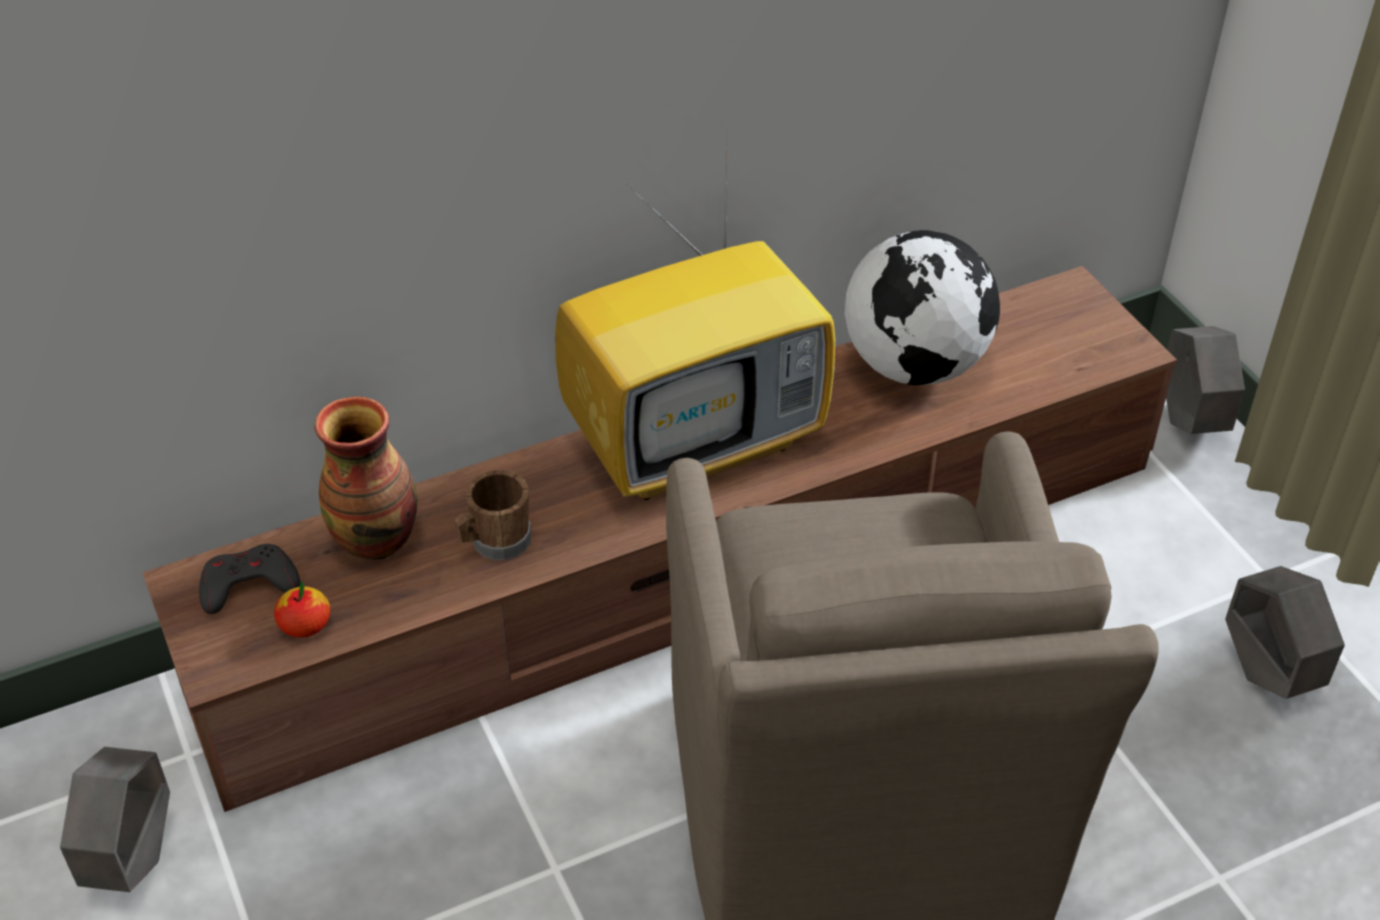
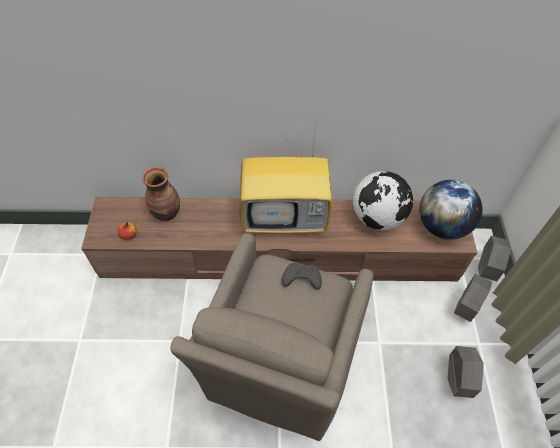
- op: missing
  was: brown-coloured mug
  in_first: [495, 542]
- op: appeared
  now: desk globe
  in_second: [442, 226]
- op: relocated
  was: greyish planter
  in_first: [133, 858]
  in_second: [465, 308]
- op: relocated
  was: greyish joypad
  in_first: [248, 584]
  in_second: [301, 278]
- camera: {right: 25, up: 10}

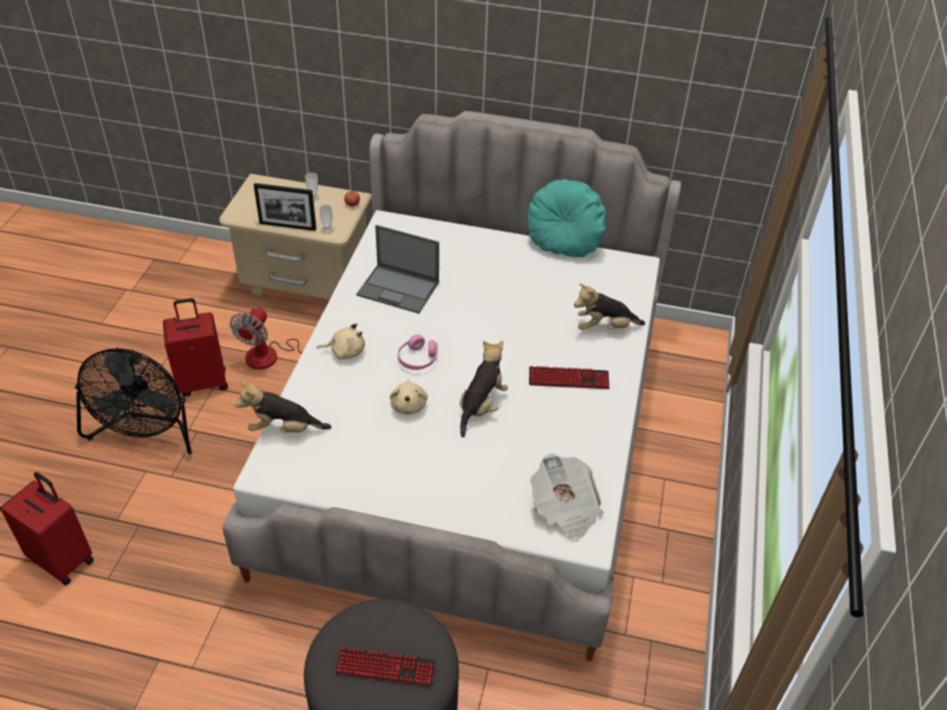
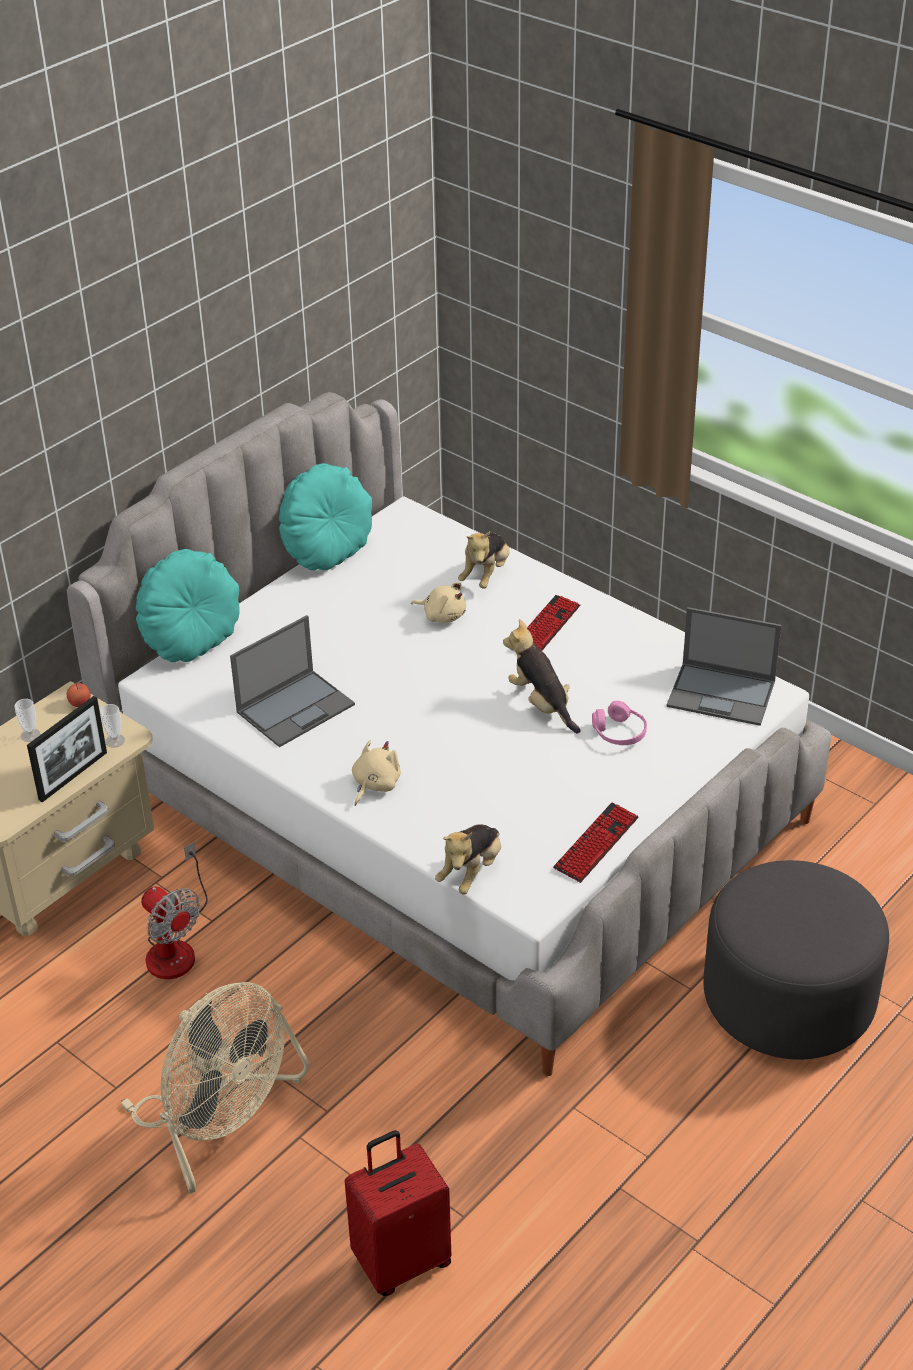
- op: missing
  was: reddish piece of luggage
  in_first: [203, 382]
- op: appeared
  now: blue-green throw pillow
  in_second: [193, 644]
- op: relocated
  was: computer keyboard
  in_first: [385, 668]
  in_second: [596, 843]
- op: relocated
  was: sand-coloured cuddly toy
  in_first: [409, 405]
  in_second: [442, 615]
- op: relocated
  was: pink headset
  in_first: [417, 359]
  in_second: [619, 733]
- op: exchanged
  was: newspaper
  now: laptop
  in_first: [565, 509]
  in_second: [722, 694]
- op: colour
  was: blackish fan
  now: sand-coloured fan
  in_first: [144, 429]
  in_second: [216, 1122]
- camera: {right: -60, up: -5}

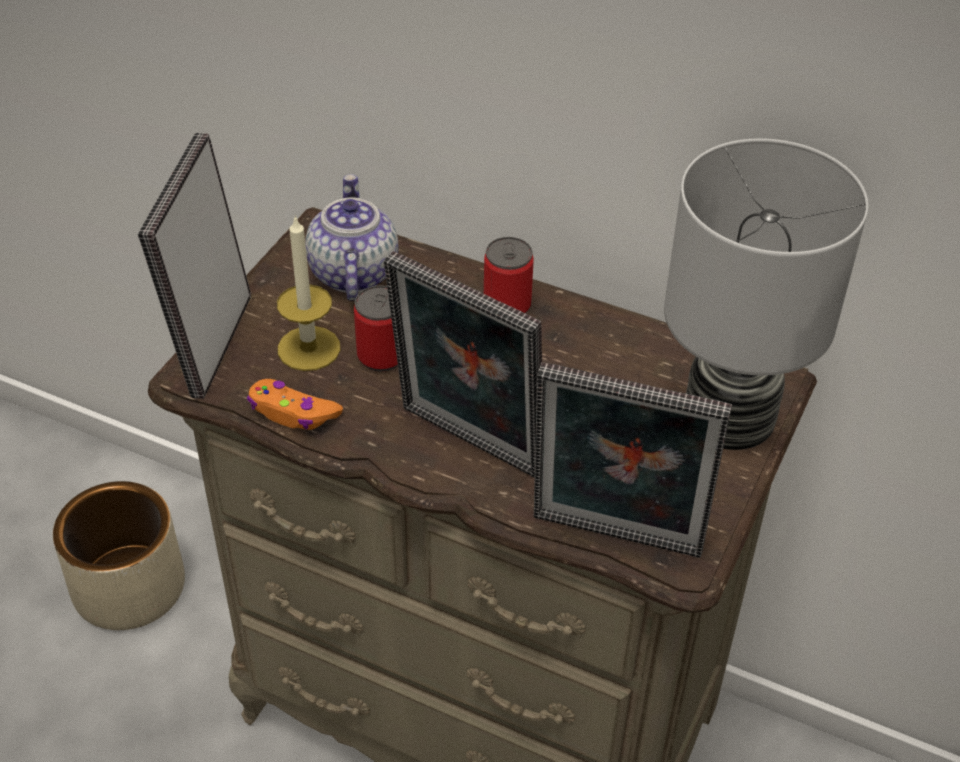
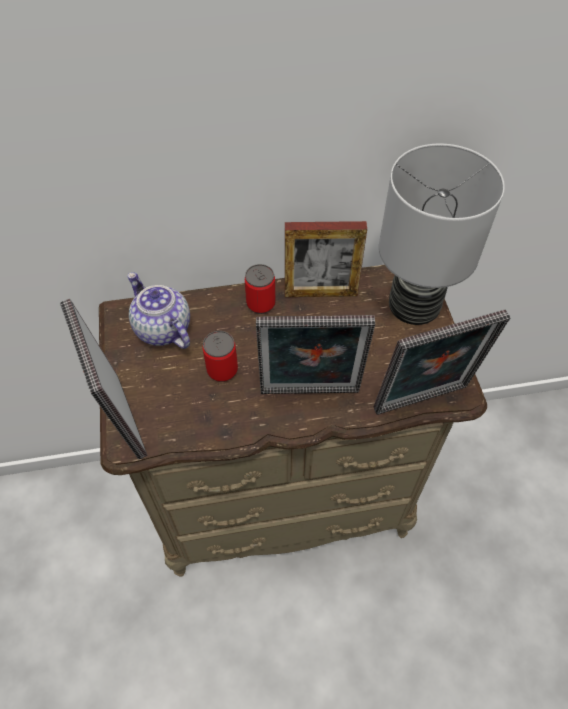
- op: missing
  was: sand-coloured planter
  in_first: [128, 586]
- op: missing
  was: orange-coloured joypad
  in_first: [292, 412]
- op: missing
  was: wax candle
  in_first: [309, 348]
- op: appeared
  now: standing frame
  in_second: [320, 293]
- camera: {right: -35, up: 10}

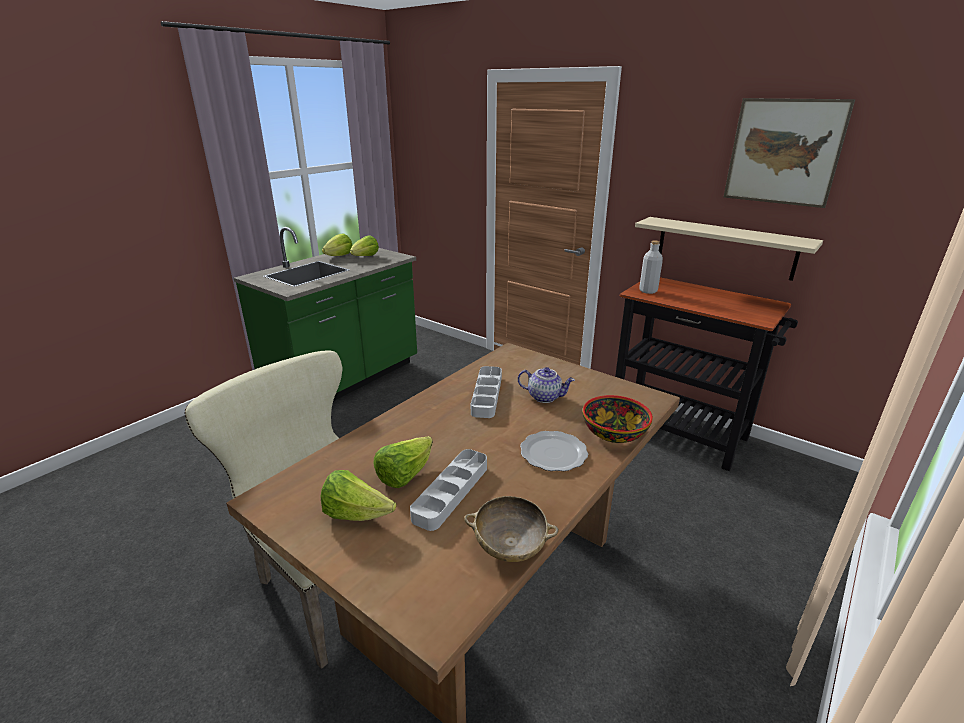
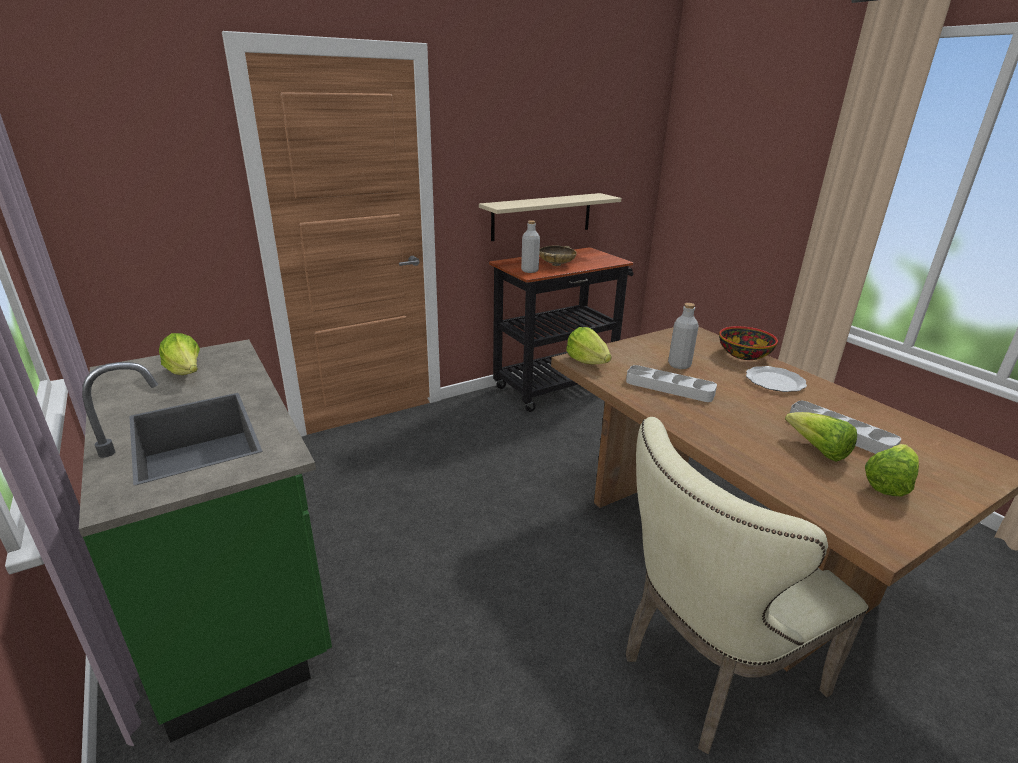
- op: missing
  was: wall art
  in_first: [784, 152]
- op: relocated
  was: lettuce
  in_first: [339, 256]
  in_second: [587, 361]
- op: relocated
  was: sand-coloured bowl
  in_first: [510, 546]
  in_second: [556, 265]
- op: exchanged
  was: tea pot
  now: greyish beverage bottle
  in_first: [545, 397]
  in_second: [679, 365]
- camera: {right: -70, up: 0}

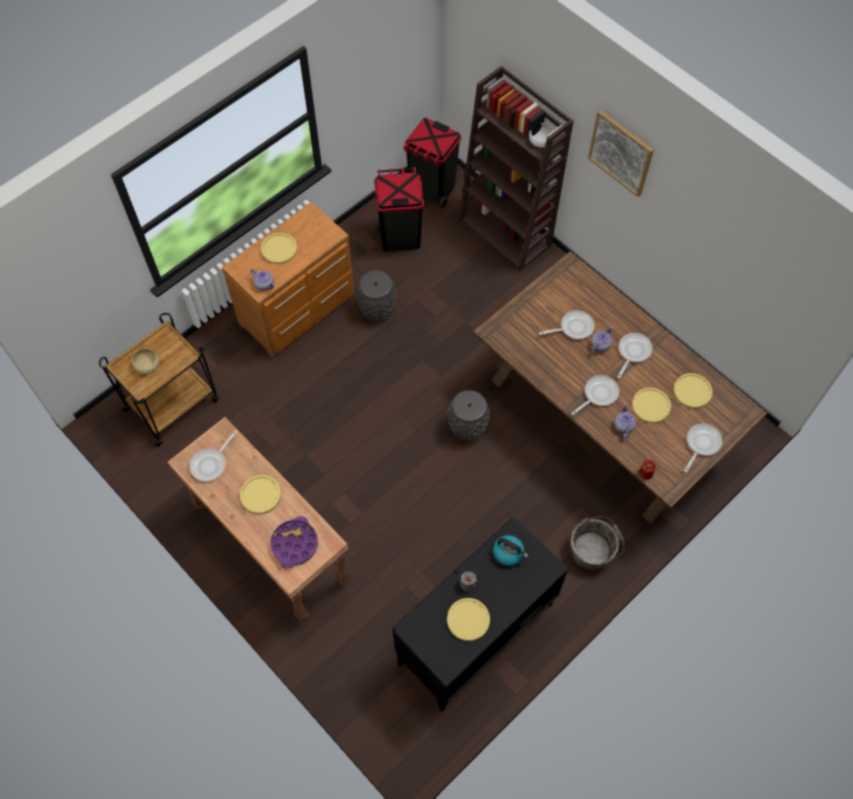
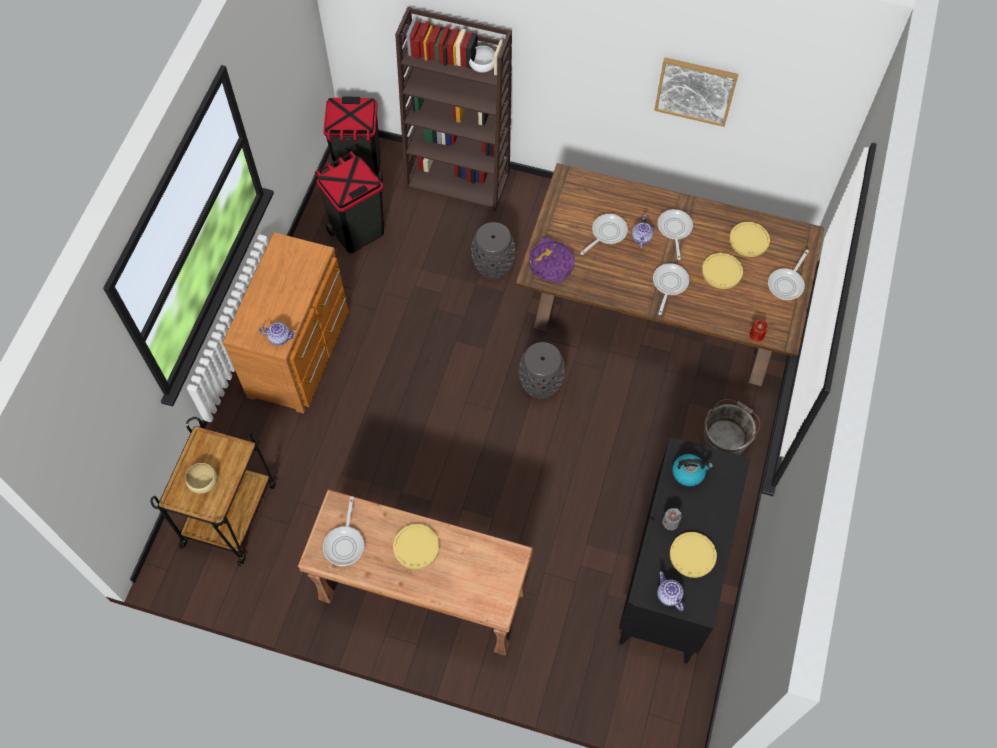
- op: missing
  was: yellowish dinner plate
  in_first: [279, 249]
- op: relocated
  was: purplish tray
  in_first: [294, 544]
  in_second: [551, 263]
- op: relocated
  was: greyish sitting stool
  in_first: [377, 309]
  in_second: [493, 265]
- op: relocated
  was: wall art
  in_first: [621, 152]
  in_second: [695, 90]
- op: relocated
  was: tea pot
  in_first: [623, 426]
  in_second: [669, 596]
- op: spun
  was: skillet
  in_first: [701, 444]
  in_second: [787, 284]
  clockwise: -150
- camera: {right: -30, up: 0}

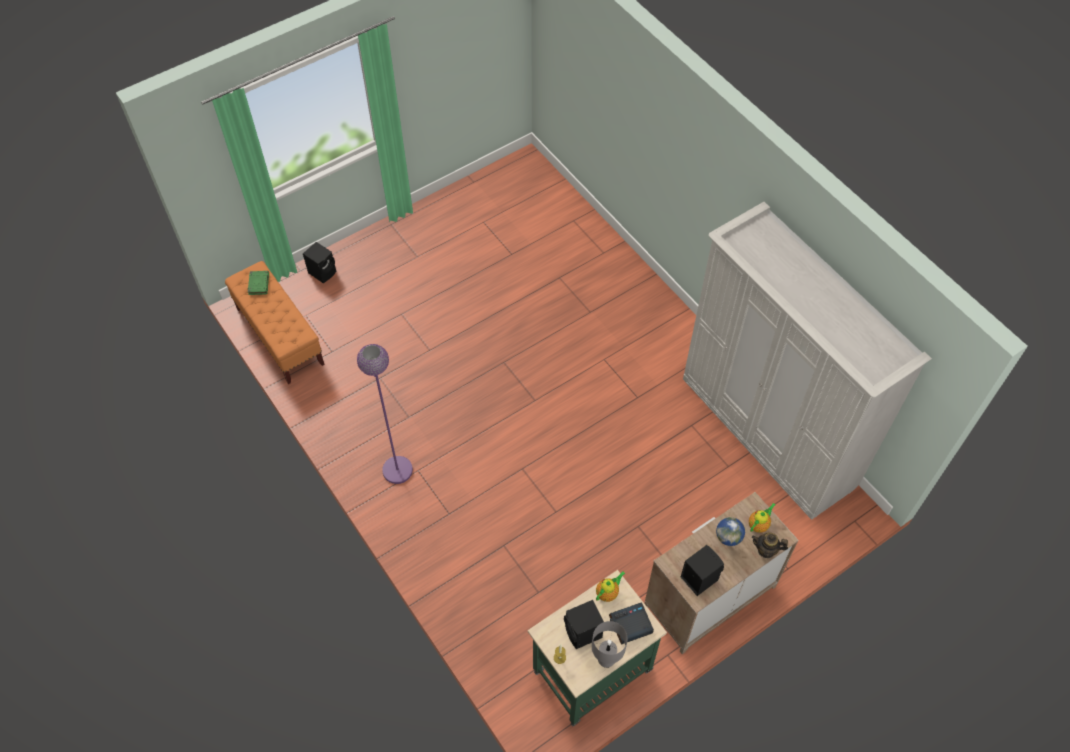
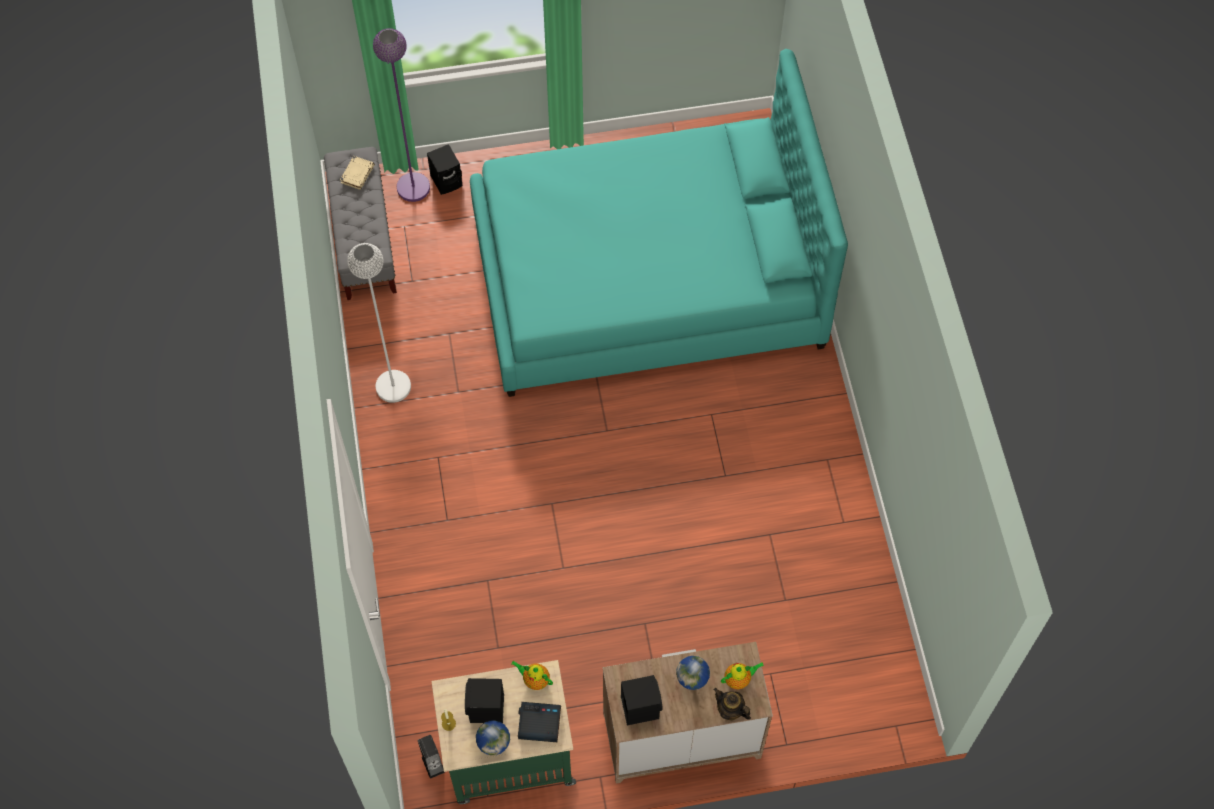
- op: missing
  was: white clothes cupboard
  in_first: [767, 432]
- op: appeared
  now: white standard lamp
  in_second: [393, 387]
- op: appeared
  now: loudspeaker
  in_second: [433, 764]
- op: appeared
  now: blue-green bed
  in_second: [647, 278]
- op: relocated
  was: purplish standard lamp
  in_first: [398, 470]
  in_second: [413, 188]
- op: exchanged
  was: greyish tabletop lamp
  now: desk globe
  in_first: [606, 659]
  in_second: [494, 747]
- op: colour
  was: orange-coloured bench
  now: greyish bench
  in_first: [280, 336]
  in_second: [364, 240]
- op: colour
  was: green-coloured bound book
  now: sand-coloured bound book
  in_first: [259, 284]
  in_second: [357, 174]
- op: spun
  was: tea pot
  in_first: [608, 592]
  in_second: [534, 679]
  clockwise: -135
- camera: {right: 25, up: 5}

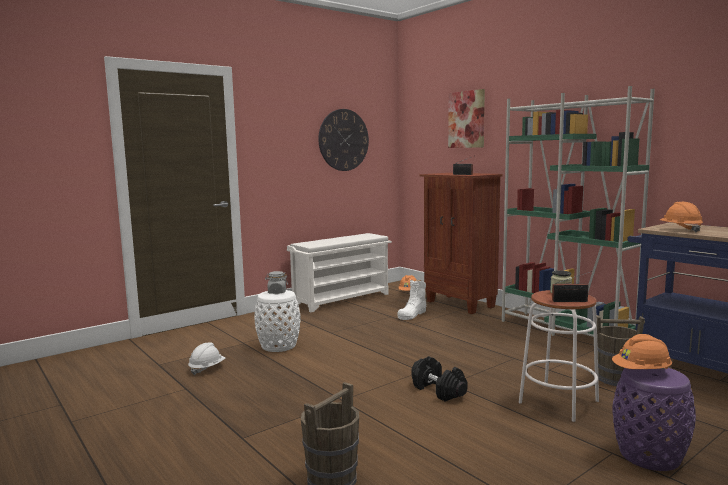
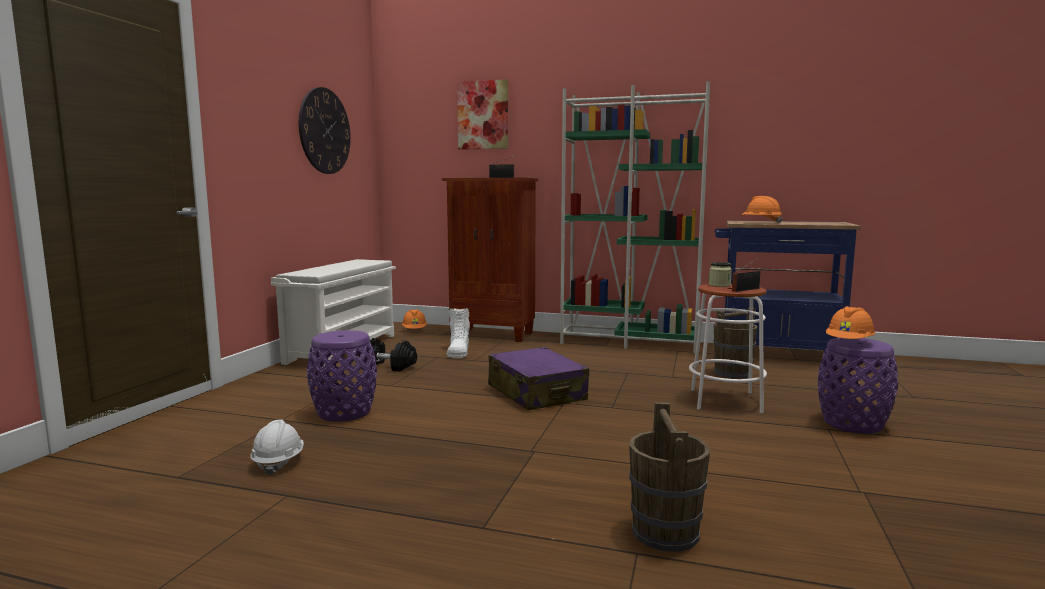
- op: missing
  was: greyish preserve jar
  in_first: [277, 292]
- op: appeared
  now: purplish piece of luggage
  in_second: [536, 393]
- op: relocated
  was: blackish hand weight
  in_first: [439, 390]
  in_second: [388, 366]
- op: colour
  was: white sitting stool
  now: purplish sitting stool
  in_first: [279, 346]
  in_second: [344, 412]
- camera: {right: -35, up: 0}

